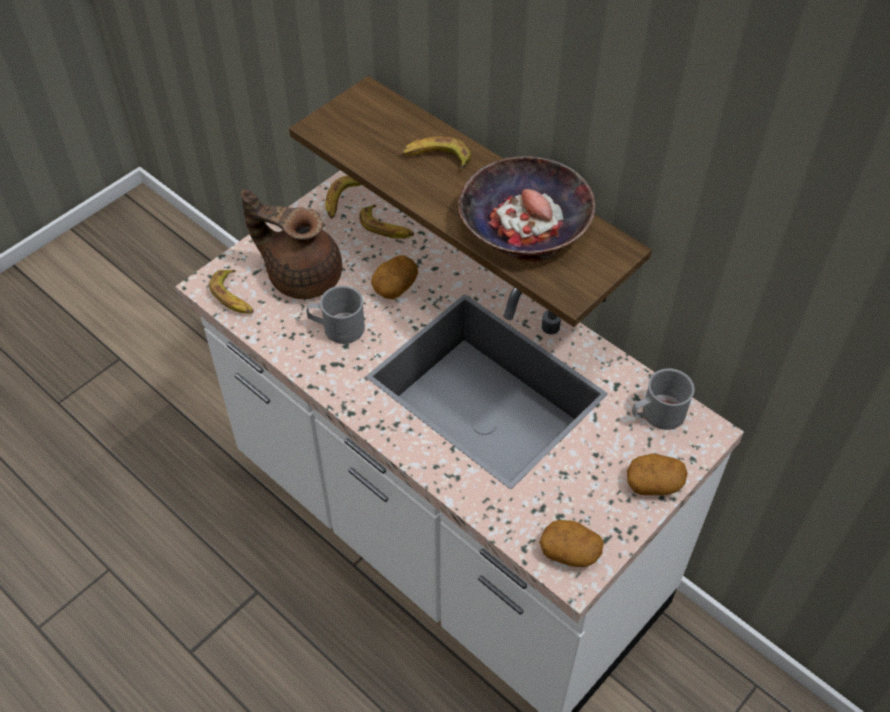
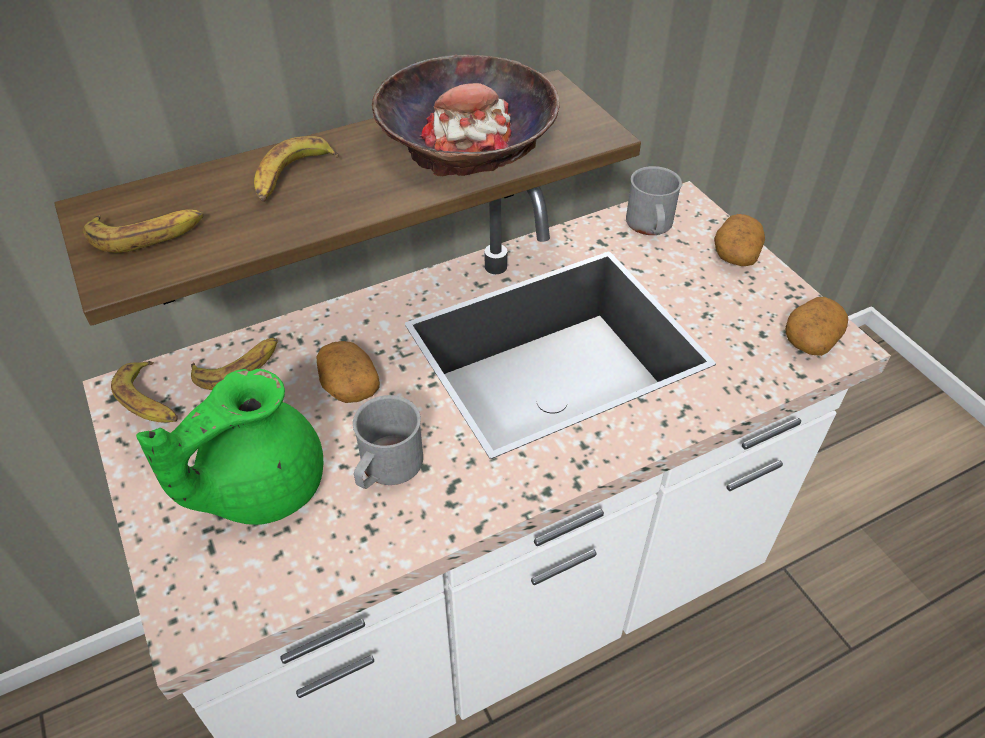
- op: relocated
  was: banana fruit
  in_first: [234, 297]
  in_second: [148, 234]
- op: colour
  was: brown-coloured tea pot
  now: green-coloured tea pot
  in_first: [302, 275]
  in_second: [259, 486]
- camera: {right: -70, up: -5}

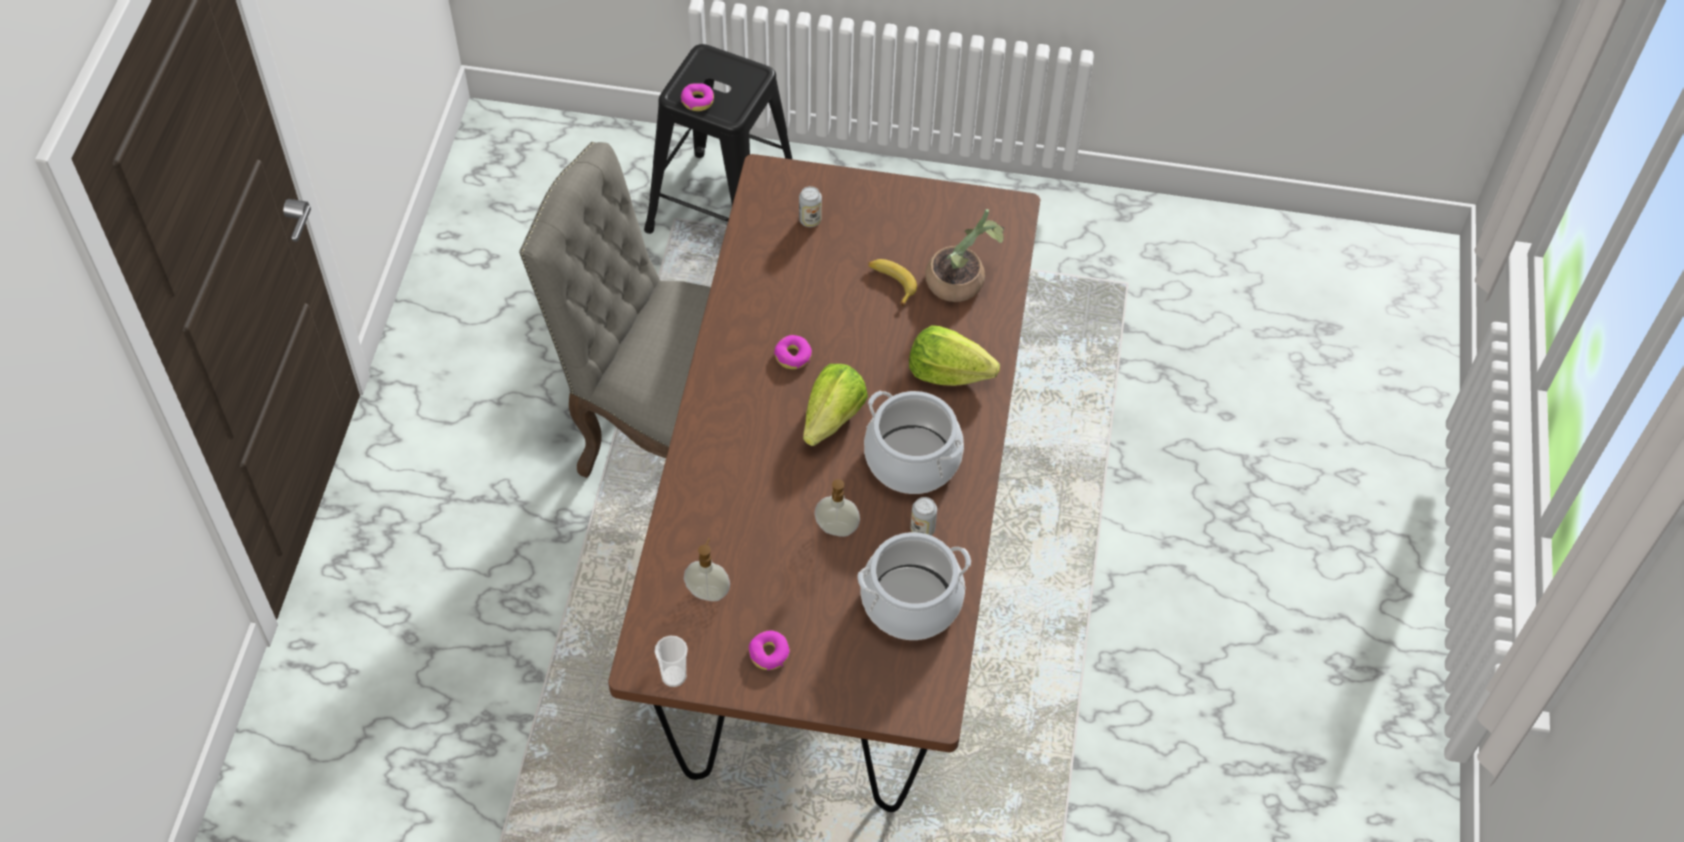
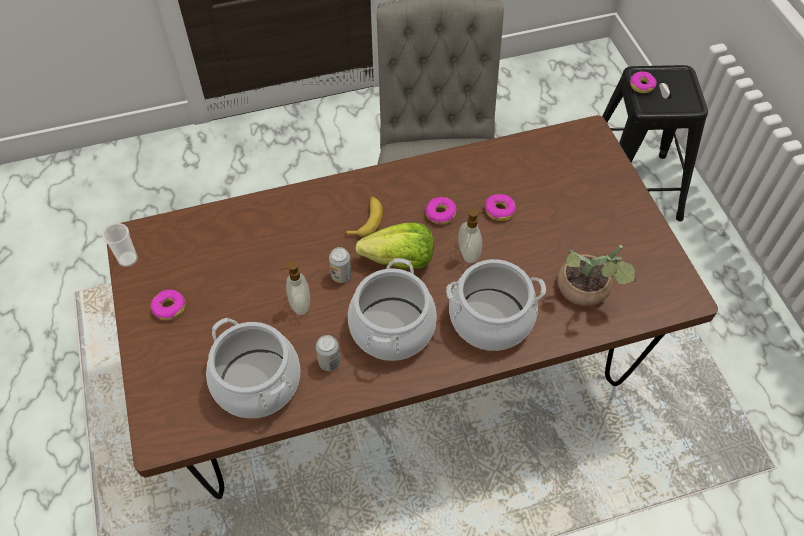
- op: appeared
  now: doughnut
  in_second: [499, 210]
- op: relocated
  was: liquid soap bottle
  in_first: [708, 592]
  in_second: [469, 253]
- op: relocated
  was: metal can
  in_first: [810, 220]
  in_second: [341, 275]
- op: relocated
  was: banana fruit
  in_first: [891, 283]
  in_second: [366, 220]
- op: exchanged
  was: lettuce
  now: stockpot
  in_first: [948, 373]
  in_second: [490, 318]
- camera: {right: 65, up: 0}

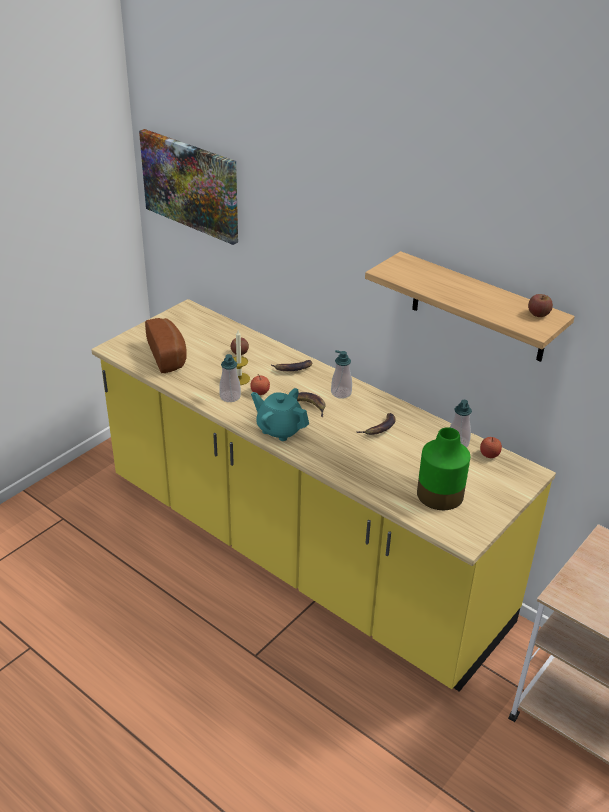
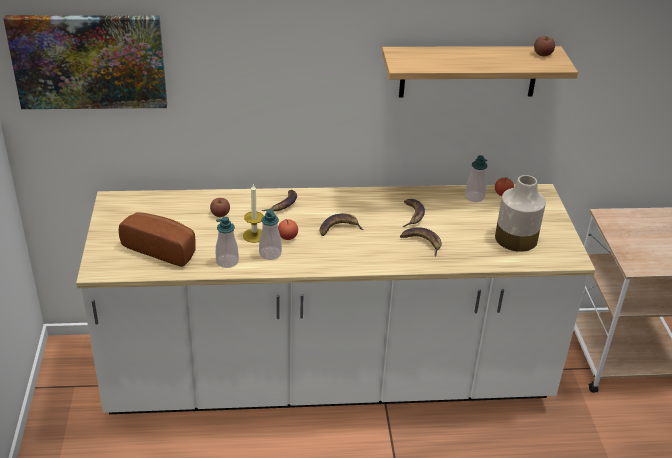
- op: missing
  was: blue-green tea pot
  in_first: [280, 429]
- op: appeared
  now: banana fruit
  in_second: [422, 242]
- op: relocated
  was: liquid soap bottle
  in_first: [341, 393]
  in_second: [227, 261]
- op: colour
  was: yellowish kitchen counter
  now: white kitchen counter
  in_first: [300, 551]
  in_second: [329, 376]
- op: colour
  was: green-coloured decorative vase
  now: sand-coloured decorative vase
  in_first: [440, 494]
  in_second: [516, 238]
- camera: {right: -45, up: 0}

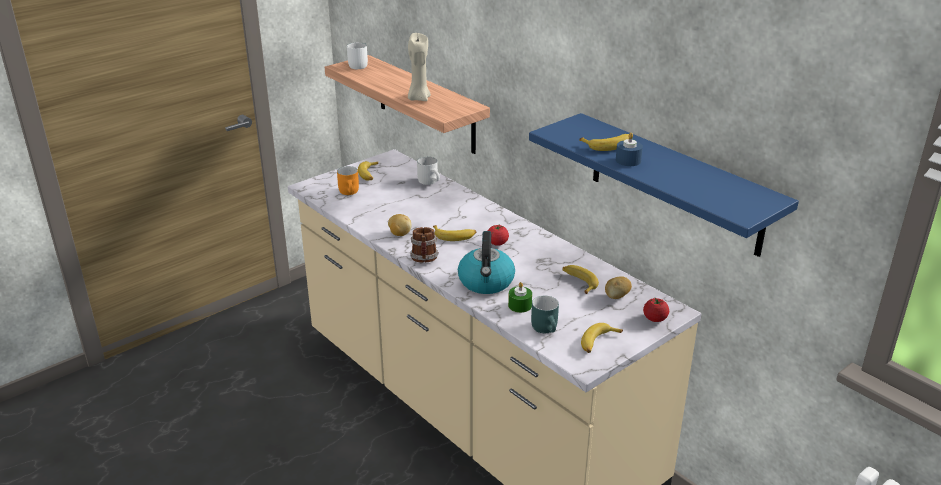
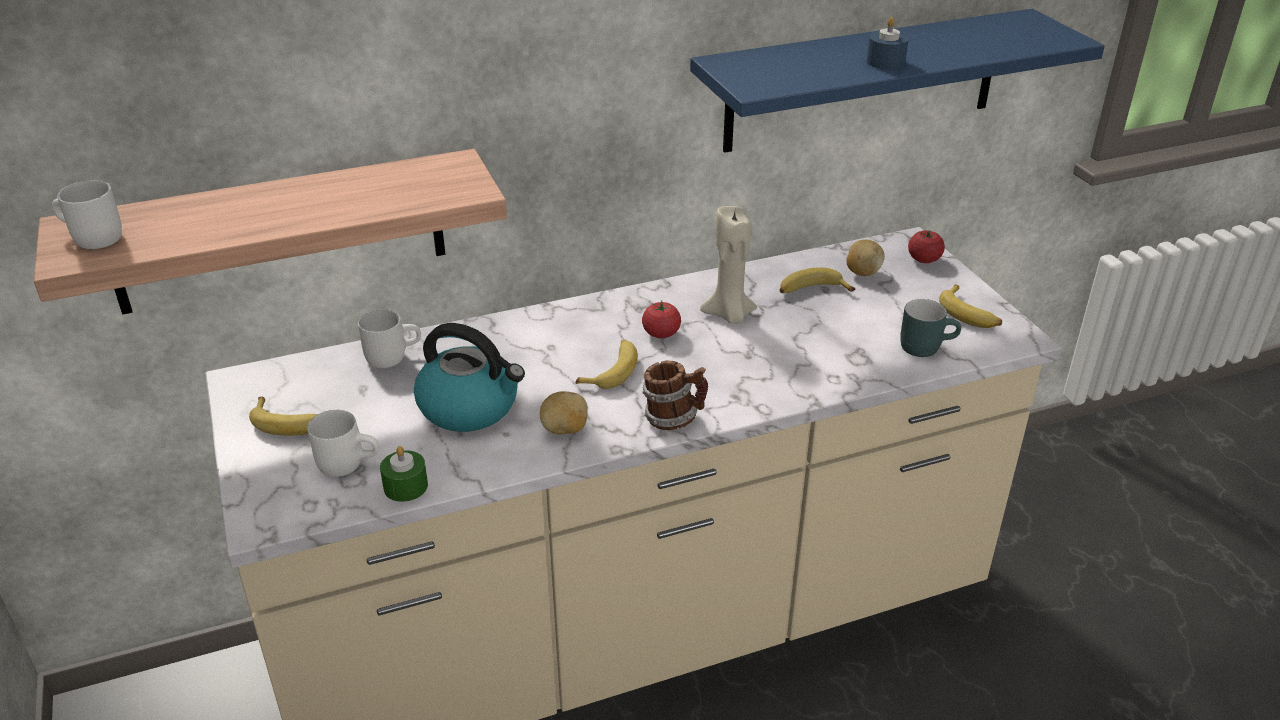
- op: missing
  was: banana fruit
  in_first: [608, 145]
- op: relocated
  was: sand-coloured wax candle
  in_first: [418, 98]
  in_second: [729, 315]
- op: relocated
  was: kettle
  in_first: [486, 282]
  in_second: [470, 407]
- op: relocated
  was: green-coloured wax candle
  in_first: [520, 305]
  in_second: [405, 486]
- op: colour
  was: orange-coloured mug
  now: white mug
  in_first: [351, 192]
  in_second: [348, 462]
- camera: {right: -70, up: 5}

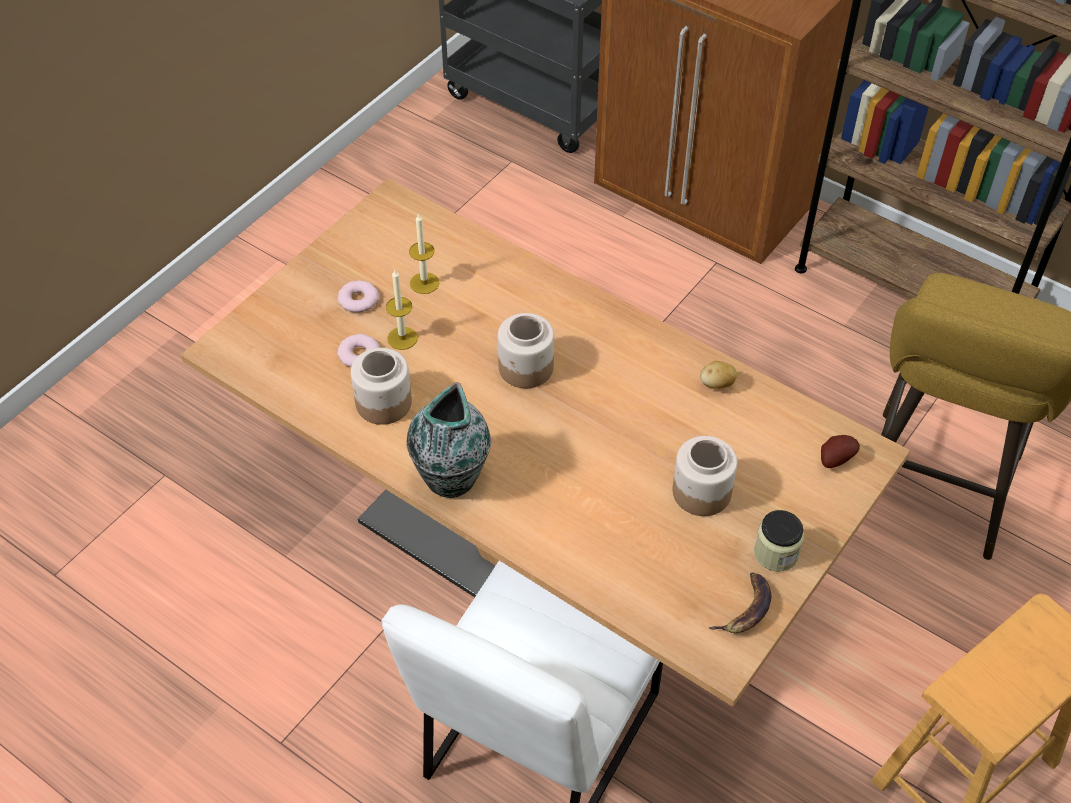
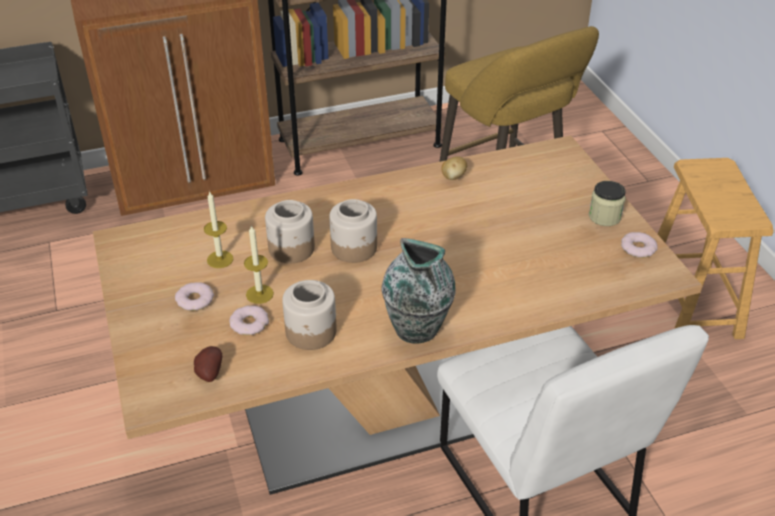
- op: relocated
  was: preserve jar
  in_first: [701, 491]
  in_second: [291, 248]
- op: relocated
  was: spud
  in_first: [834, 459]
  in_second: [208, 373]
- op: exchanged
  was: banana fruit
  now: doughnut
  in_first: [746, 609]
  in_second: [638, 248]
- camera: {right: -55, up: -10}

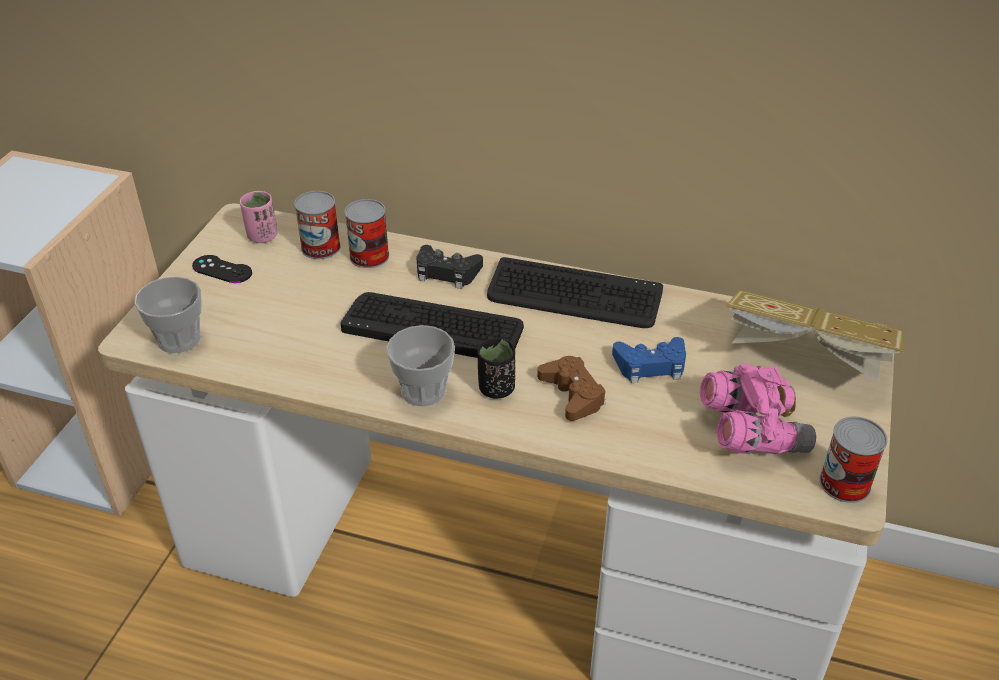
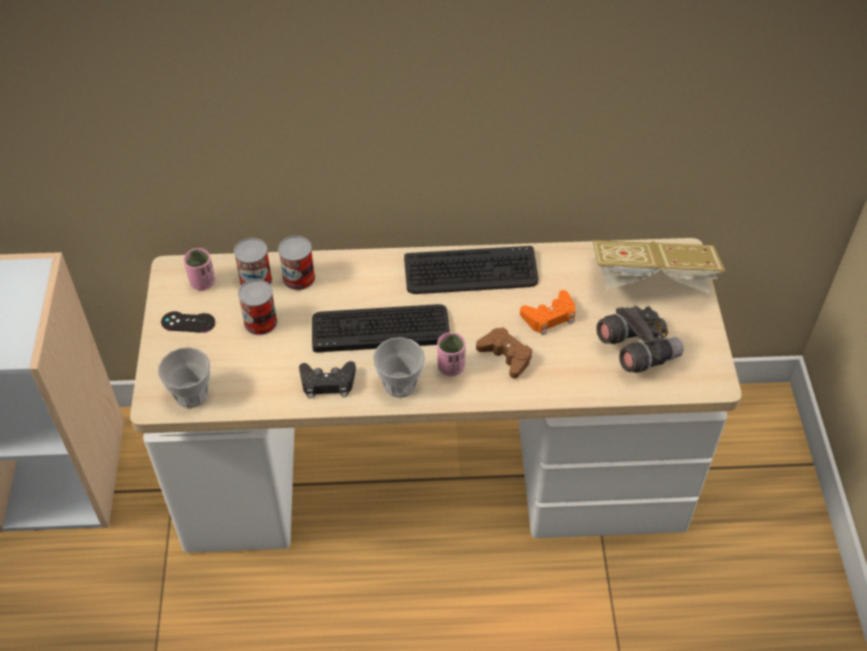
- op: relocated
  was: blackish joypad
  in_first: [447, 272]
  in_second: [327, 383]
- op: relocated
  was: metal can
  in_first: [844, 483]
  in_second: [260, 322]
- op: colour
  was: blackish small cup
  now: pink small cup
  in_first: [496, 388]
  in_second: [451, 367]
- op: colour
  was: blue joypad
  now: orange-coloured joypad
  in_first: [650, 365]
  in_second: [549, 317]
- op: colour
  was: pink binoculars
  now: greyish binoculars
  in_first: [751, 431]
  in_second: [636, 350]
- camera: {right: -20, up: 10}

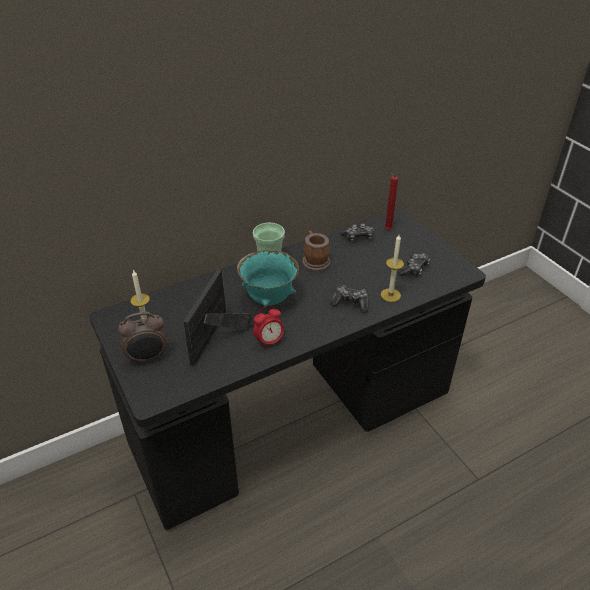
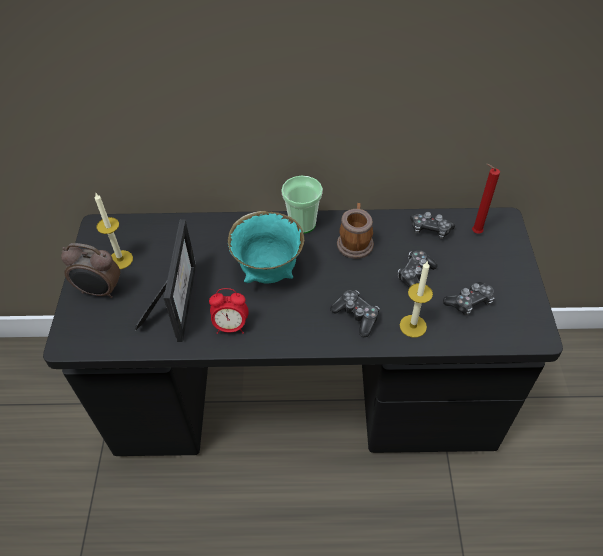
- op: appeared
  now: joypad
  in_second: [415, 276]
- op: spun
  was: standing frame
  in_first: [215, 341]
  in_second: [177, 300]
  clockwise: 135
- camera: {right: 30, up: 10}

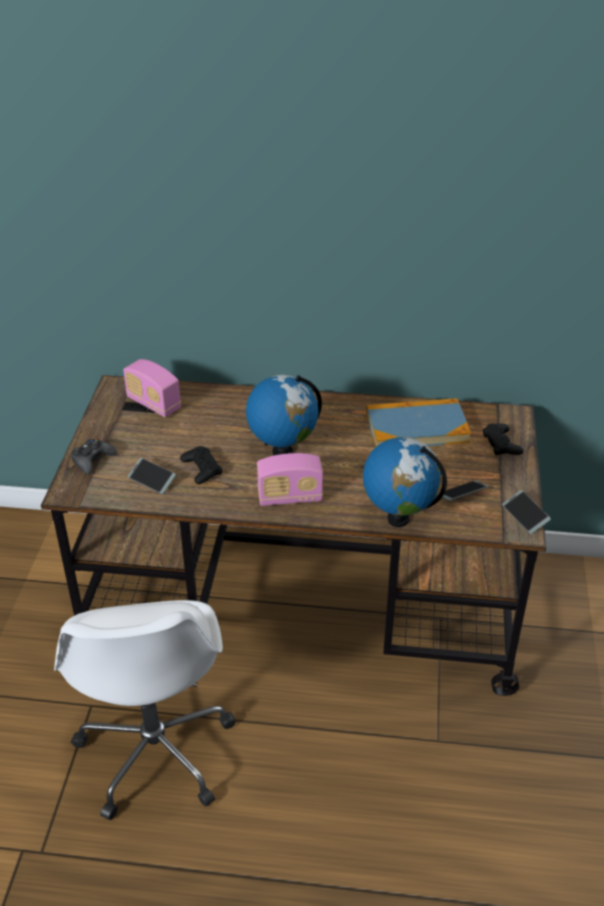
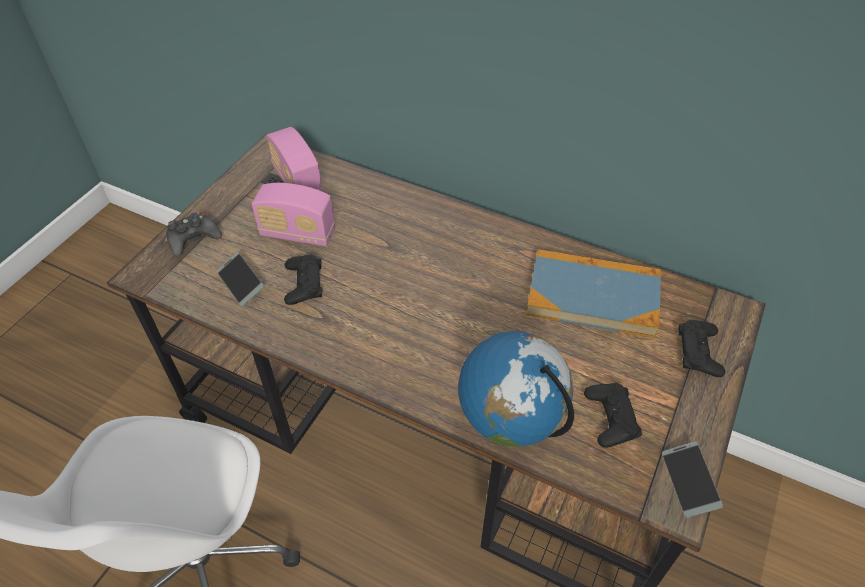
- op: missing
  was: desk globe
  in_first: [282, 452]
- op: relocated
  was: radio
  in_first: [290, 497]
  in_second: [298, 234]
- op: exchanged
  was: telephone
  now: blackish joypad
  in_first: [461, 494]
  in_second: [611, 418]
- camera: {right: 20, up: 10}

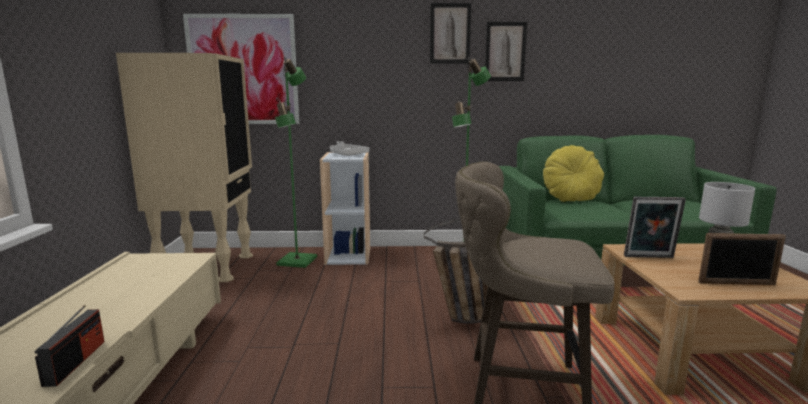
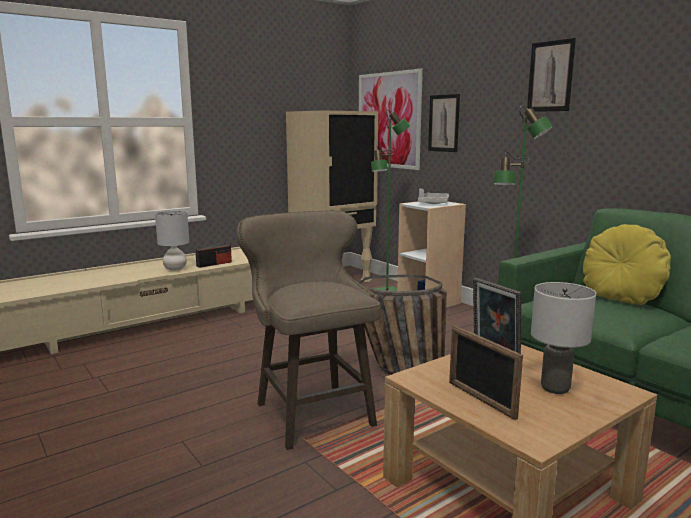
- op: appeared
  now: greyish tabletop lamp
  in_second: [175, 269]
- op: relocated
  was: radio
  in_first: [75, 362]
  in_second: [214, 264]
- op: relocated
  was: wall art
  in_first: [505, 51]
  in_second: [444, 123]
- camera: {right: 55, up: 0}

